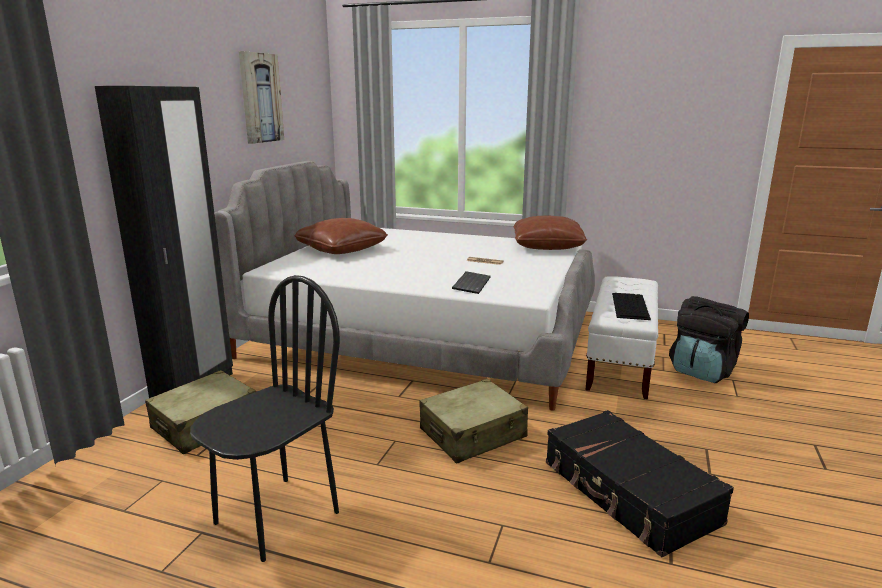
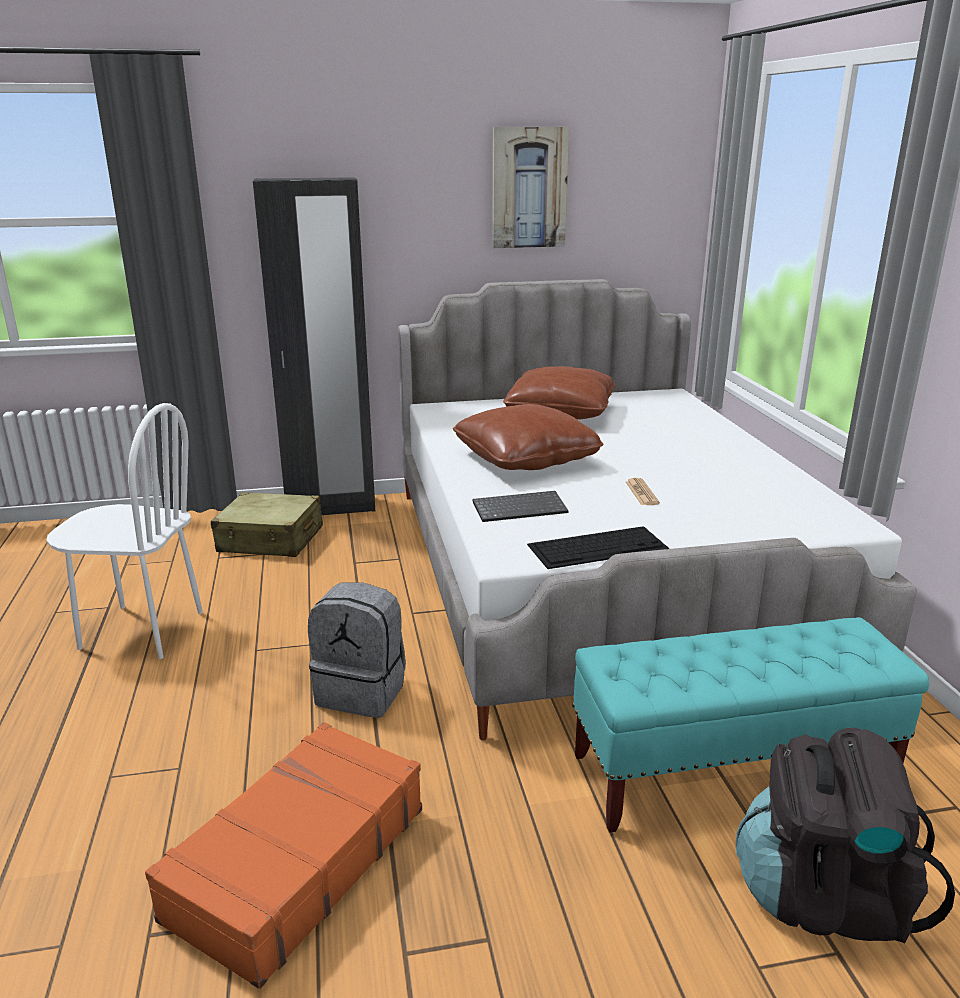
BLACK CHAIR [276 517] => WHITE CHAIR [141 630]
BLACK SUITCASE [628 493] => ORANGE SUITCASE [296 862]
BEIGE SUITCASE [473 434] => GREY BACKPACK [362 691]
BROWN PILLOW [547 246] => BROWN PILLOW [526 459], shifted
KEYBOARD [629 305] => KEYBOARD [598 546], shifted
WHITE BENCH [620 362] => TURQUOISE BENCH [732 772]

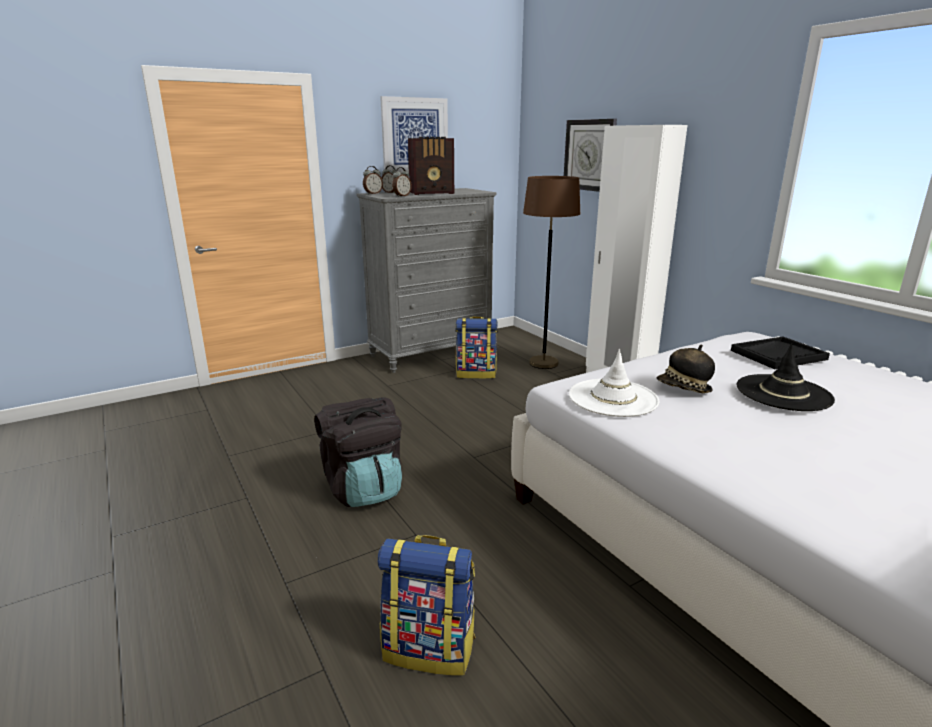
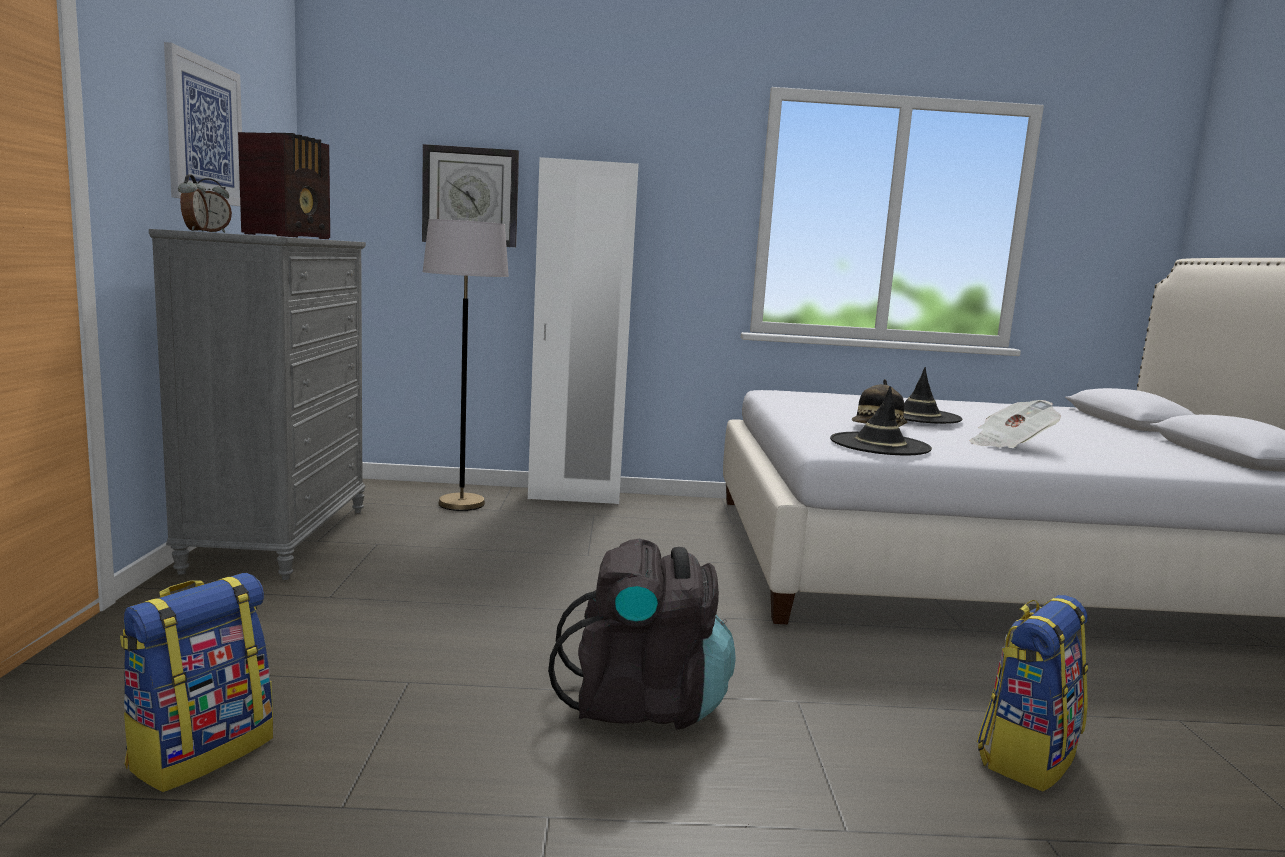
BACKPACK [476 374] => BACKPACK [201 752], shifted
BROWN FLOOR LAMP [543 363] => GREY FLOOR LAMP [461 504]
WHITE HAT [613 398] => BLACK HAT [879 445]
nothing => NEWSPAPER [1009 445]
ALARM CLOCK [402 196] => nothing
BLACK TRAY [778 355] => nothing

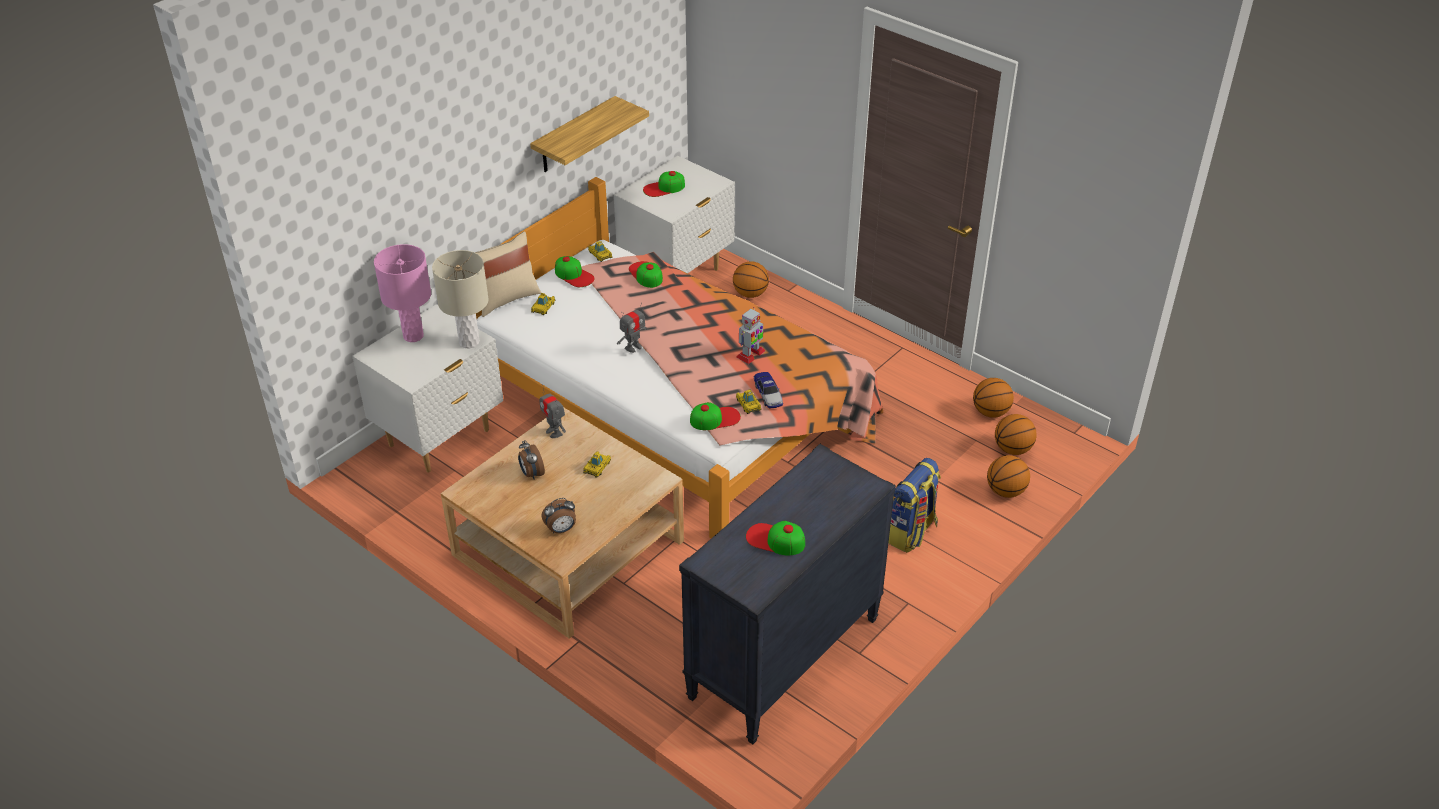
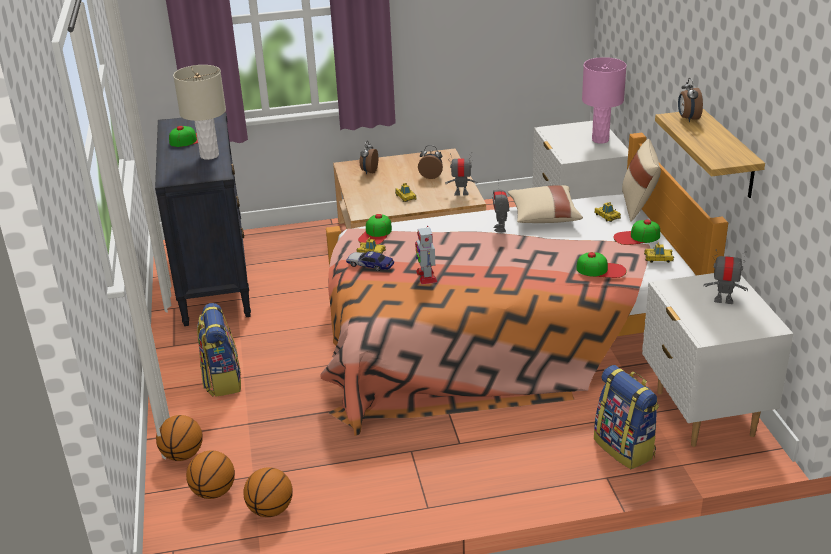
BEIGE TABLE LAMP [469 342] => BEIGE TABLE LAMP [209 155], shifted
nothing => BEIGE PILLOW [543 216]
BASKETBALL [750 294] => BACKPACK [625 448]
nothing => ALARM CLOCK [687 118]
CAP [664 188] => TOY ROBOT [723 300]

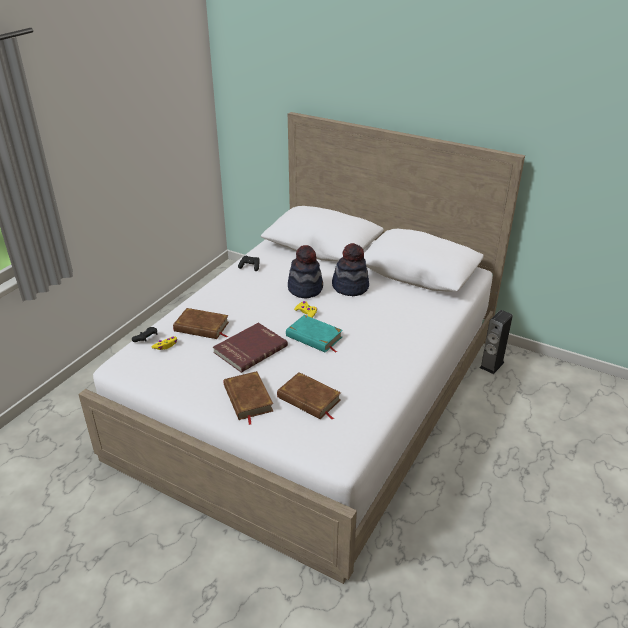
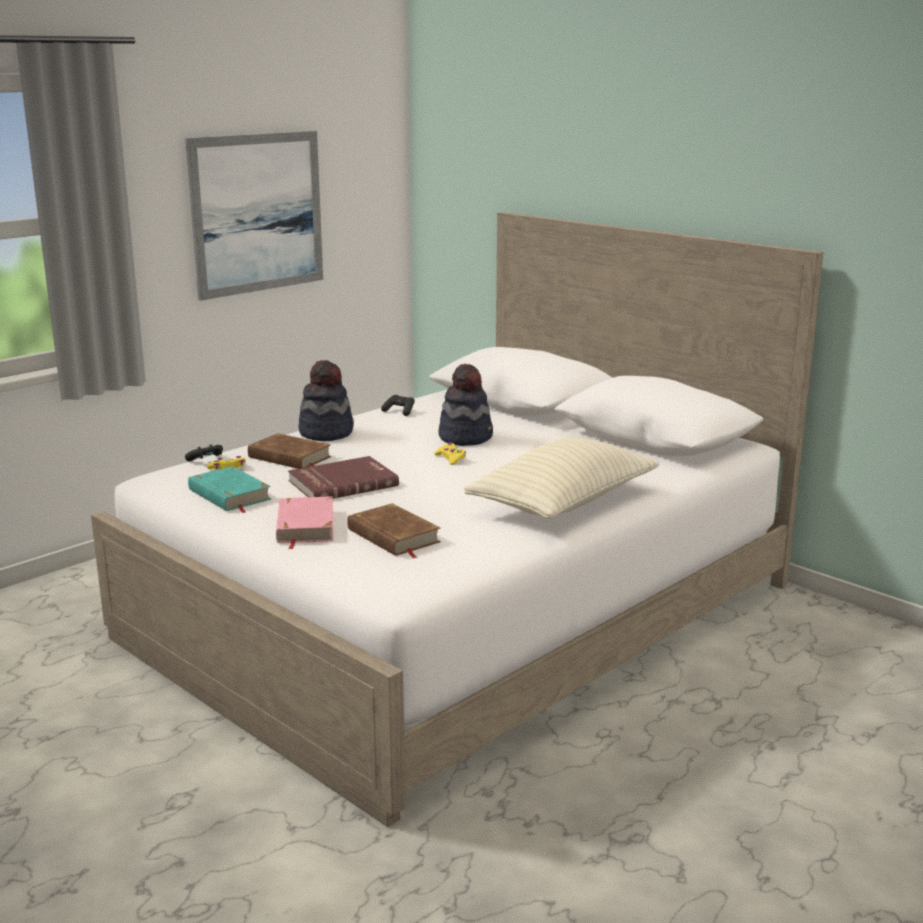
nothing => PICTURE [257 213]
TURQUOISE BOOK [314 337] => TURQUOISE BOOK [229 495], shifted
BROWN BOOK [247 399] => PINK BOOK [305 526]
HAT [350 287] => HAT [326 433], shifted
nothing => BEIGE PILLOW [563 503]
SPEAKER [491 365] => nothing

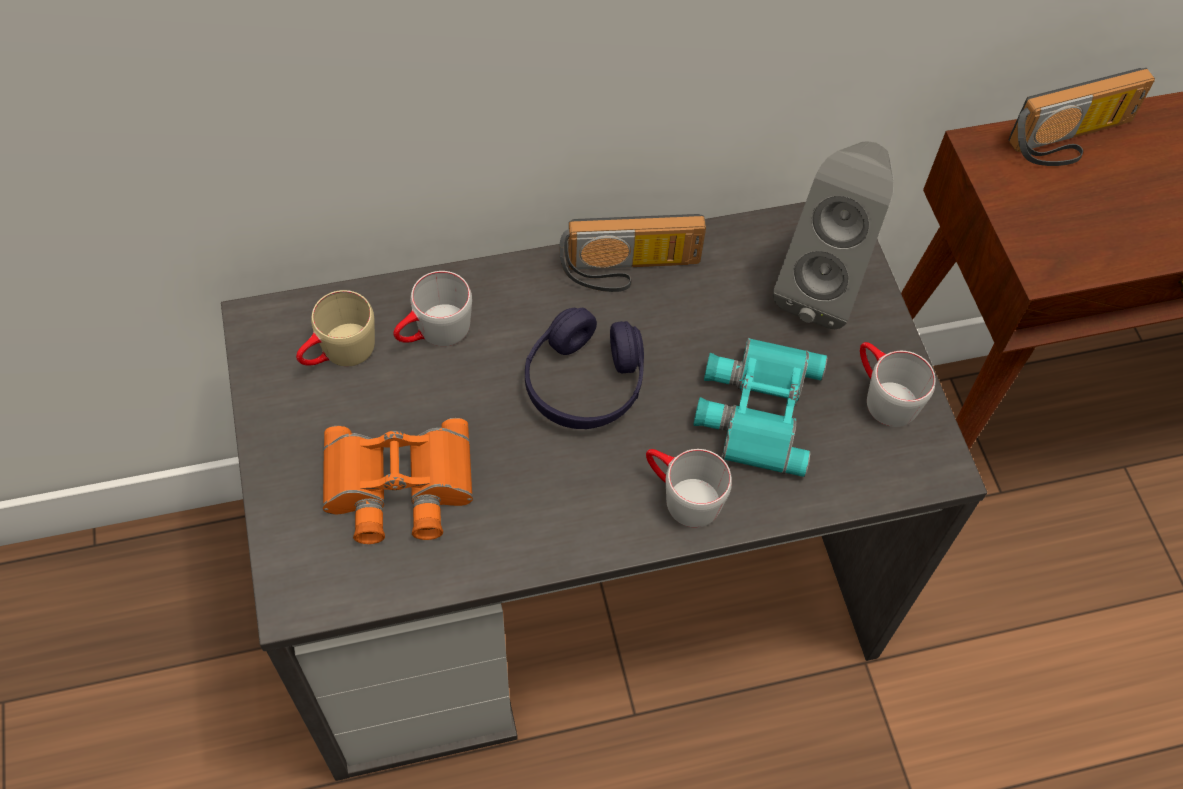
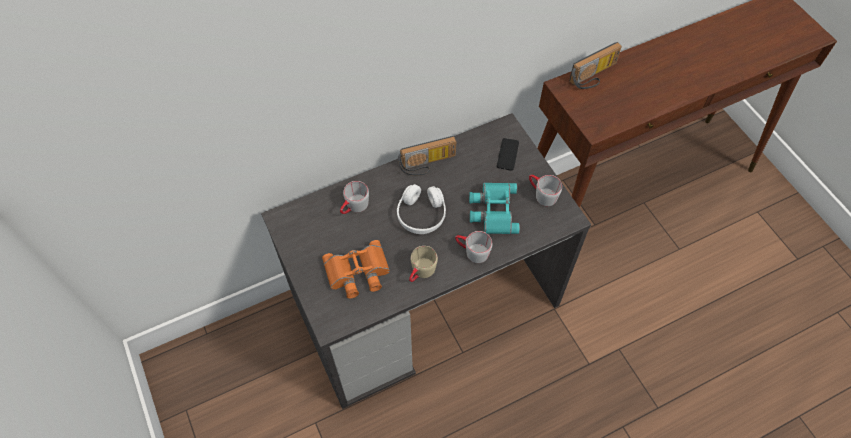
PURPLE HEADPHONES [584 383] => WHITE HEADPHONES [421 215]
BEIGE MUG [338 353] => BEIGE MUG [421 272], shifted
GREY SPEAKER [823 285] => PHONE [507 154]

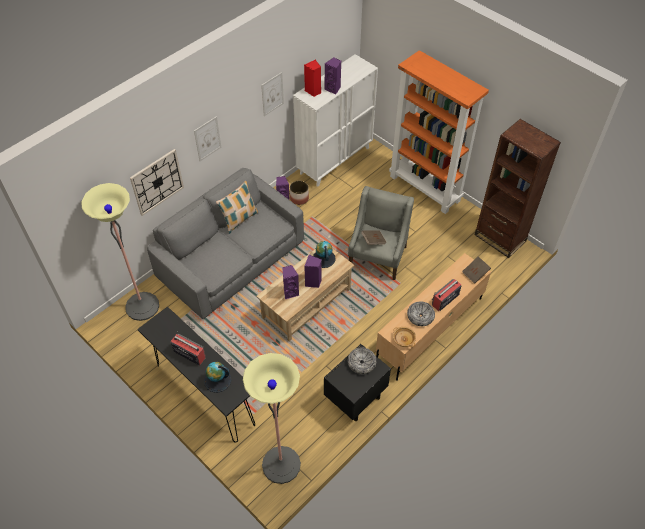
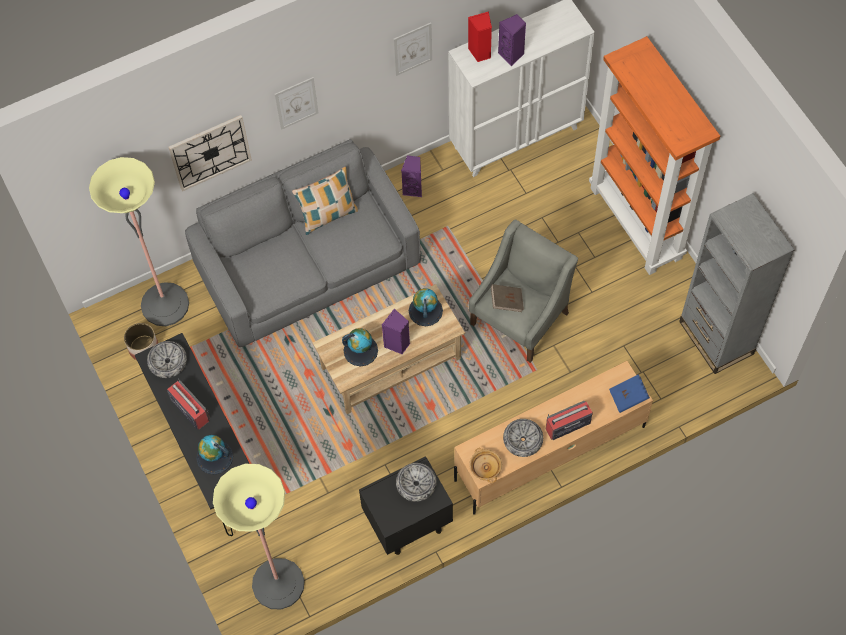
PLANTER [299 198] => PLANTER [144 348], shifted
nothing => BOWL [168 362]
PURPLE SPEAKER [290 292] => GLOBE [360 350]
BROWN BOOK [475 273] => BLUE BOOK [628 397]
BROWN BOOKCASE [500 238] => GREY BOOKCASE [716 338]

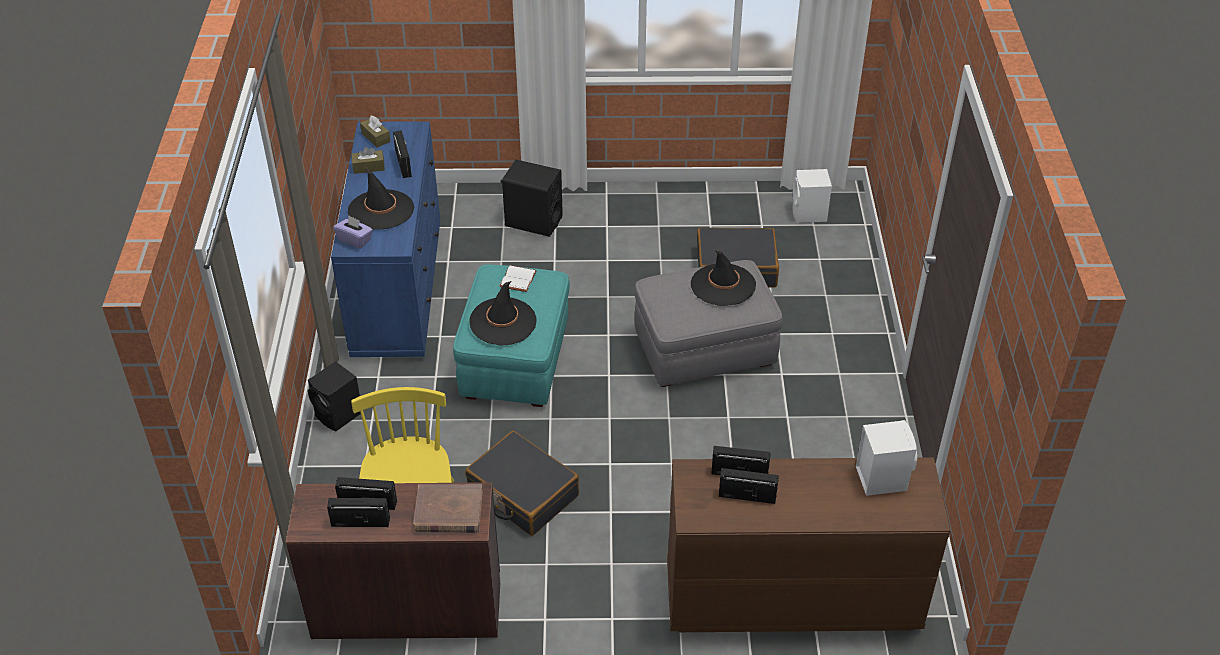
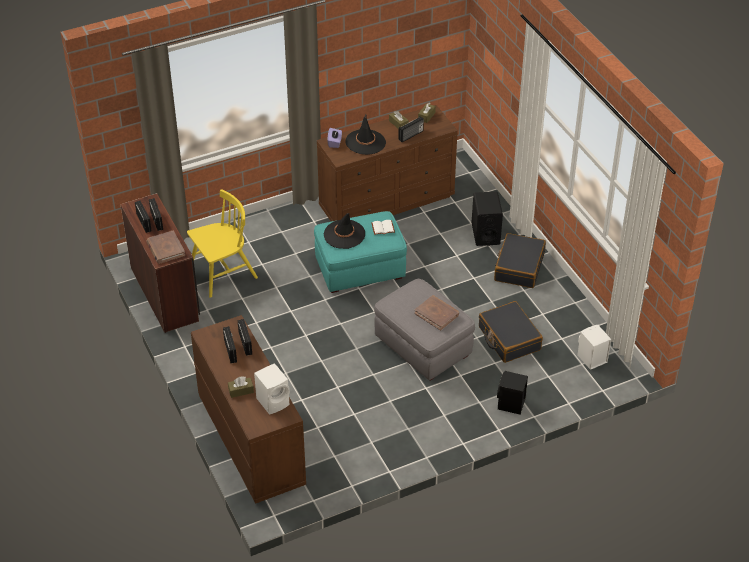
nothing => BROWN TISSUE BOX [241 391]
BLUE DRESSER [398 288] => BROWN DRESSER [387 201]
BLACK HAT [723 285] => BROWN BOOK [437 314]
BLACK SUITCASE [522 493] => BLACK SUITCASE [519 267], shifted
BLACK SPEAKER [339 415] => BLACK SPEAKER [510 405], shifted

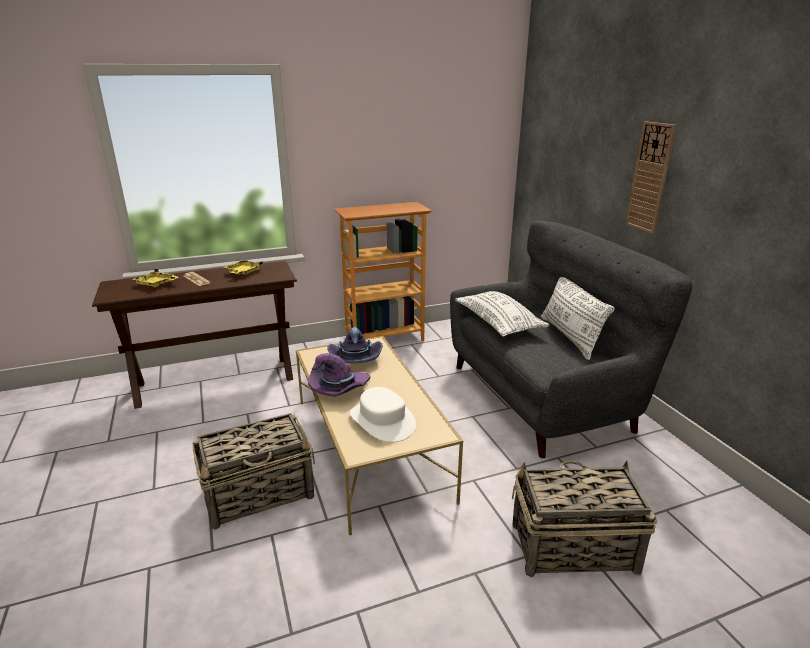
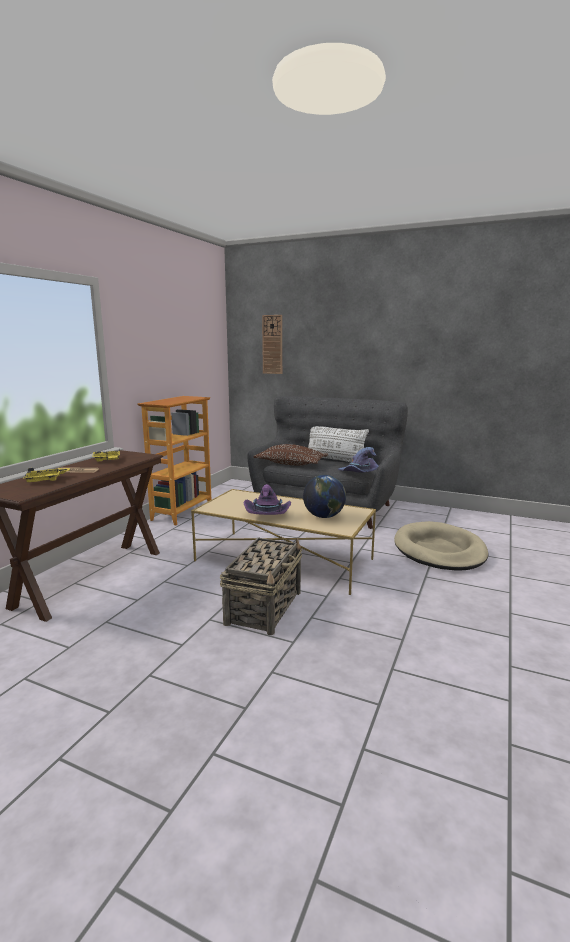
WHITE PILLOW [498 323] => BROWN PILLOW [290 464]
WALL CLOCK [650 177] => WALL CLOCK [272 344], shifted
WHITE HAT [382 421] => GLOBE [324 516]
PURPLE HAT [355 359] => PURPLE HAT [358 473], shifted
BASKET [572 547] => BEIGE DOG BED [439 550]

